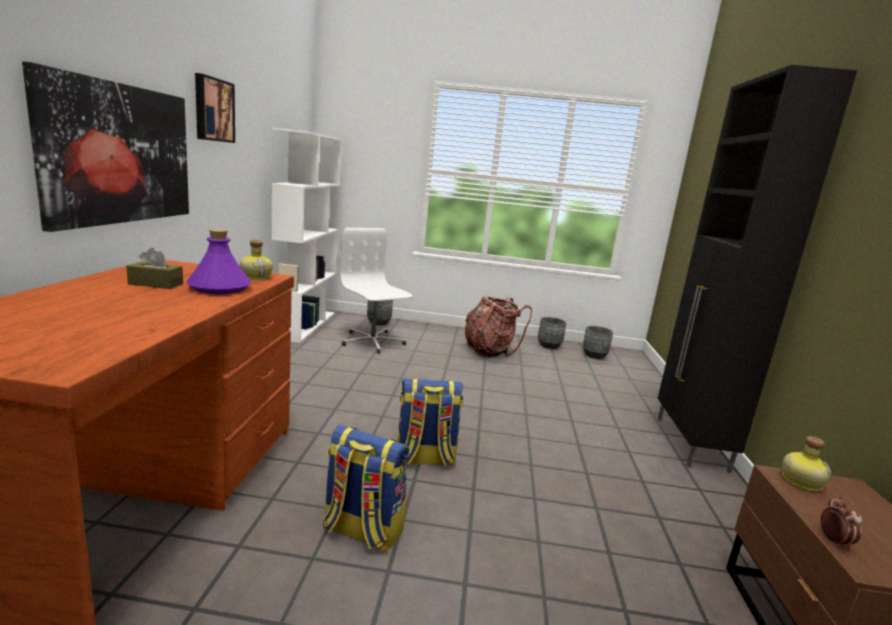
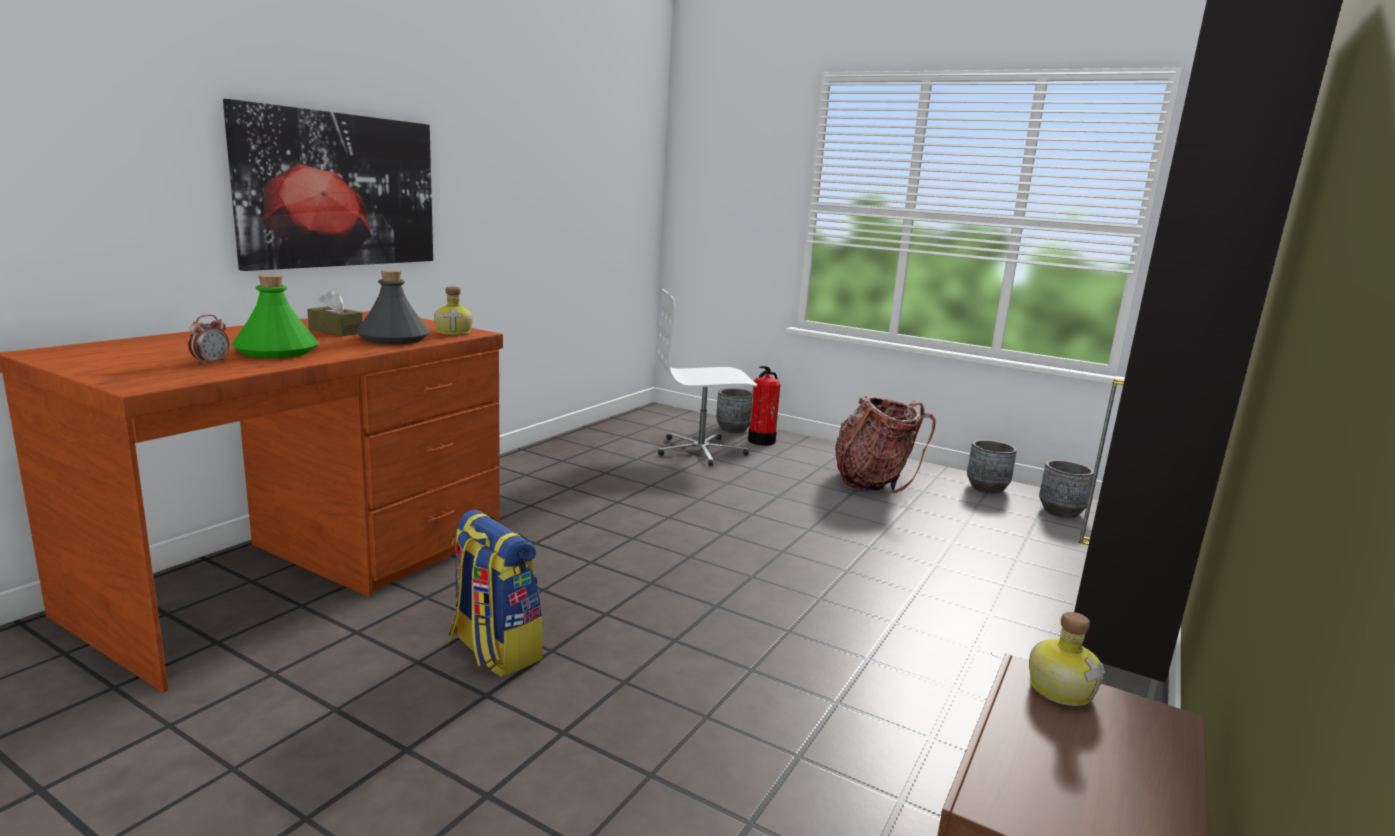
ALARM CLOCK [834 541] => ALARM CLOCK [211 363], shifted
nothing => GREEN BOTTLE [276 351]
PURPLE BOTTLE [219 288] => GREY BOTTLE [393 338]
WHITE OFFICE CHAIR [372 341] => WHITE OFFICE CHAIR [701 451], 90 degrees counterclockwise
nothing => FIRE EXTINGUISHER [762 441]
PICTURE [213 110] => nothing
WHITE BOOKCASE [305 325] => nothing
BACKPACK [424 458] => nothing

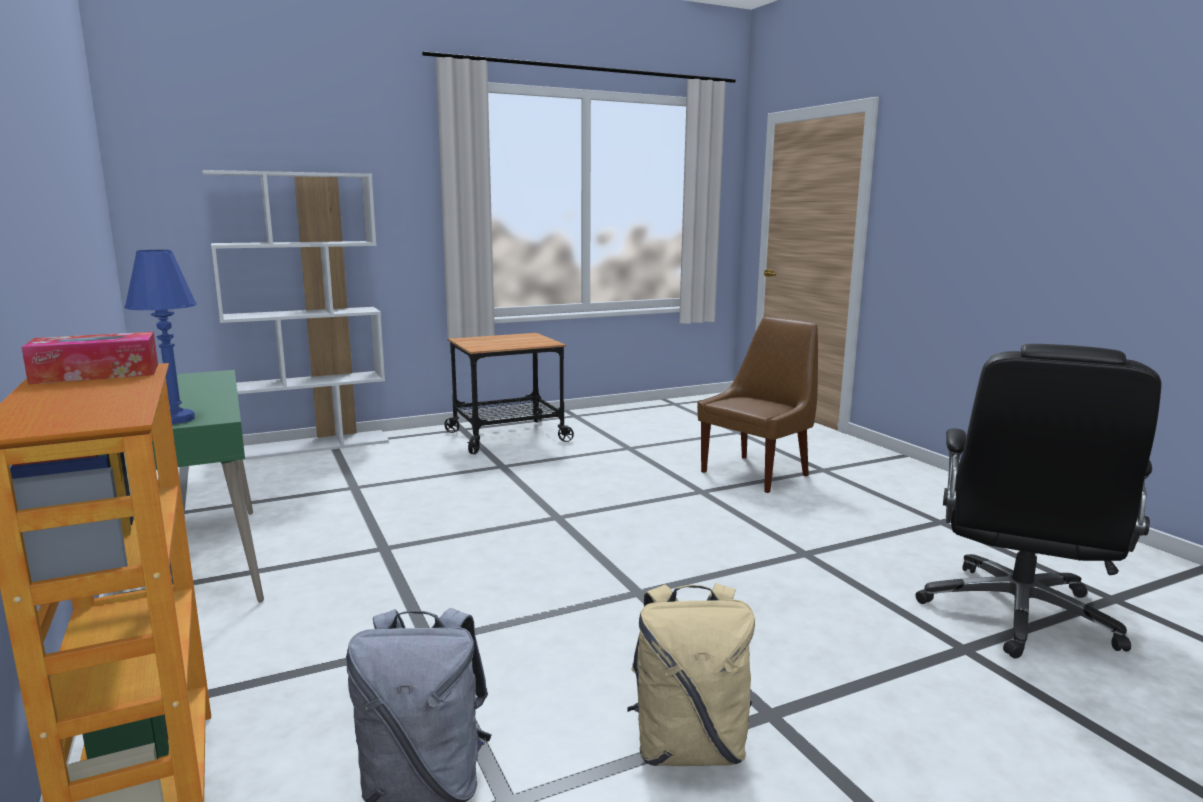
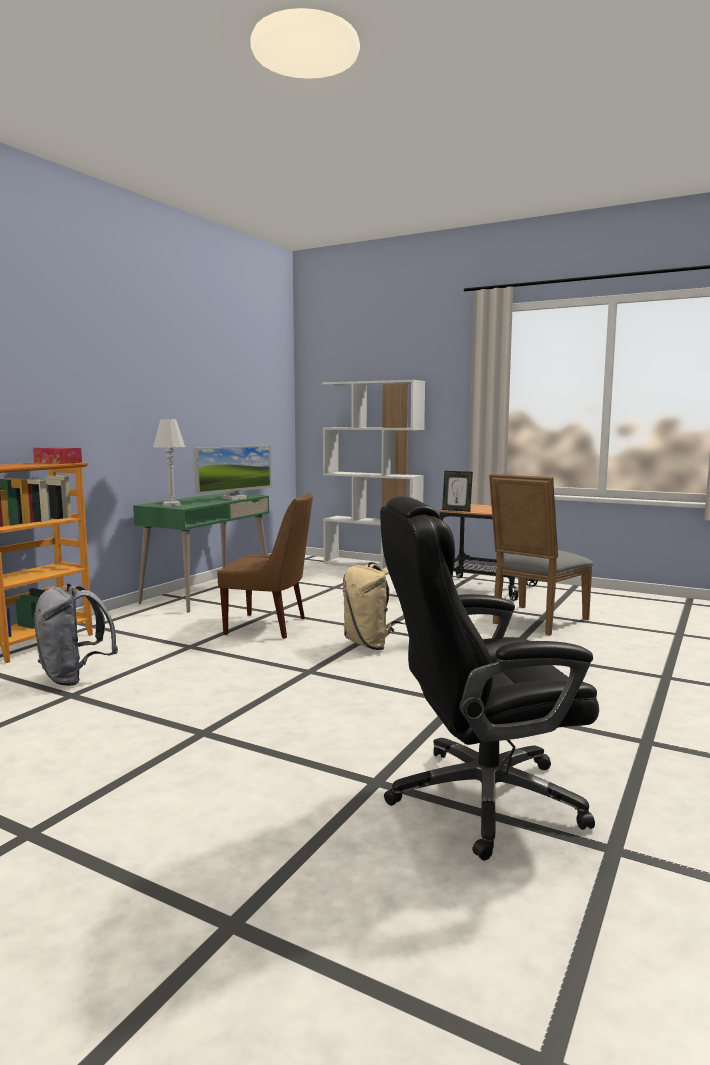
BLUE TABLE LAMP [176 419] => WHITE TABLE LAMP [171 505]
nothing => MONITOR [234 498]
BROWN CHAIR [757 473] => BROWN CHAIR [269 626], shifted
BEIGE BACKPACK [689 747] => BEIGE BACKPACK [372 645], shifted
nothing => PICTURE FRAME [456 510]
nothing => GREY CHAIR [535 621]

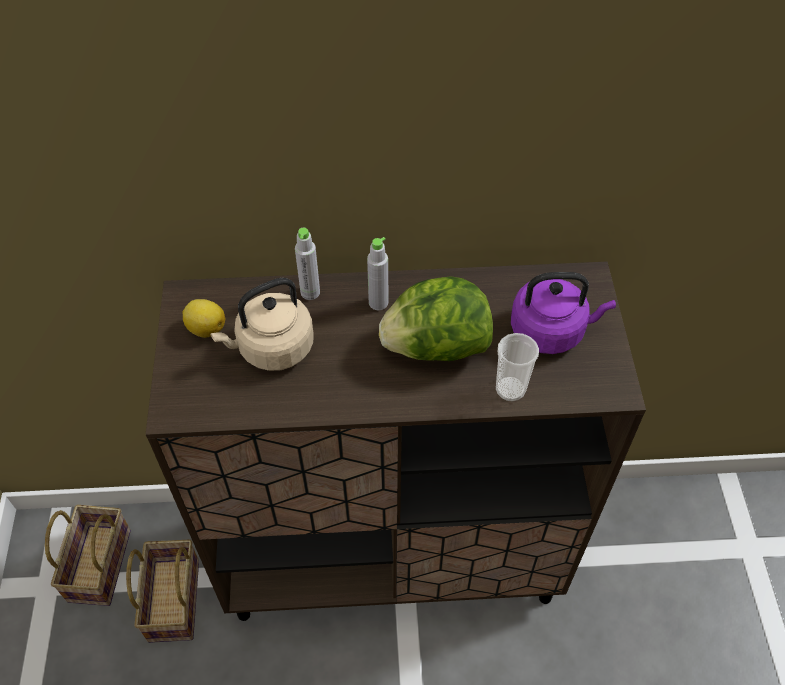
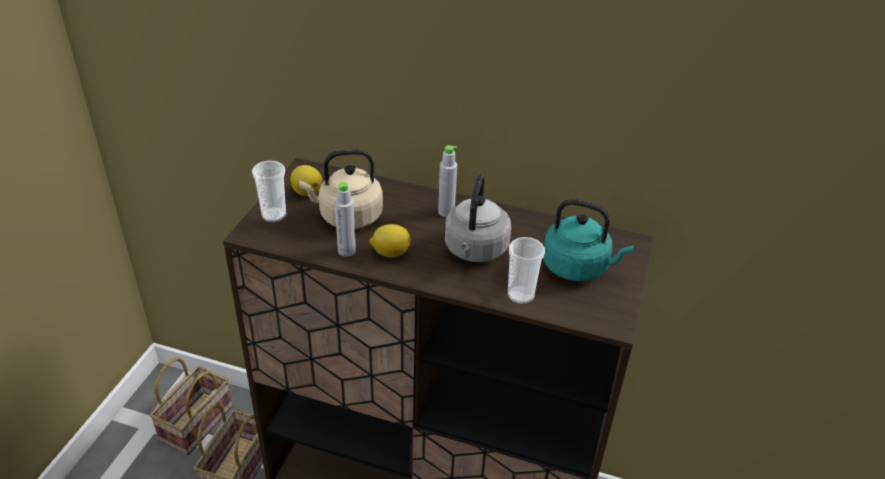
nothing => CUP [274 215]
GREY BOTTLE [310 292] => GREY BOTTLE [346 251], shifted
nothing => LEMON [390 253]
LETTUCE [436 346] => GREY KETTLE [475 251]
PURPLE KETTLE [551 331] => TURQUOISE KETTLE [578 268]

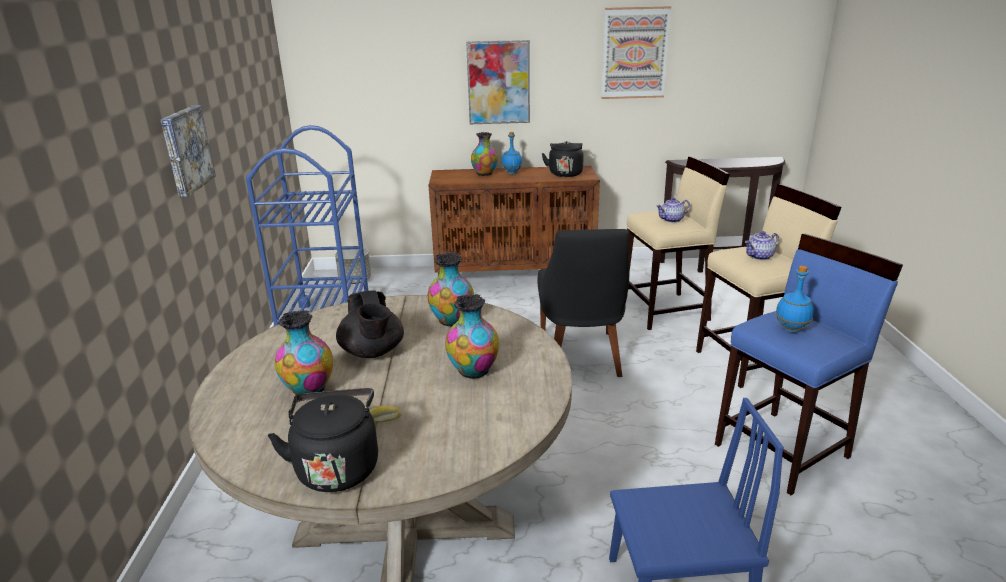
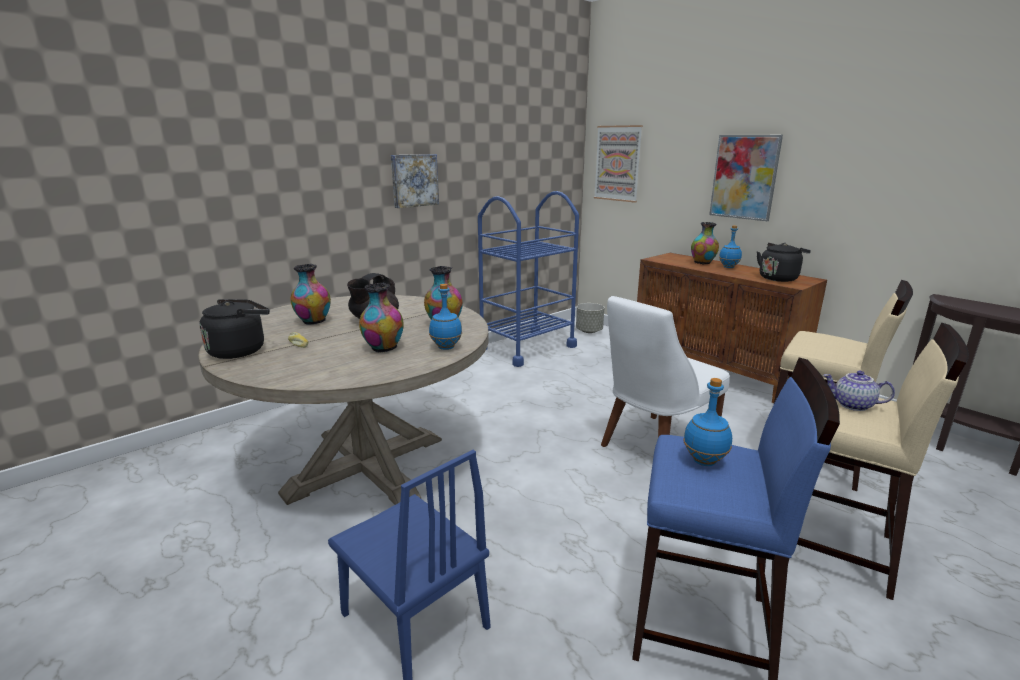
nothing => BLUE BOTTLE [445 347]
PICTURE [634 53] => PICTURE [617 163], shifted
BLACK CHAIR [580 357] => WHITE CHAIR [654 446]
TEAPOT [672 220] => nothing

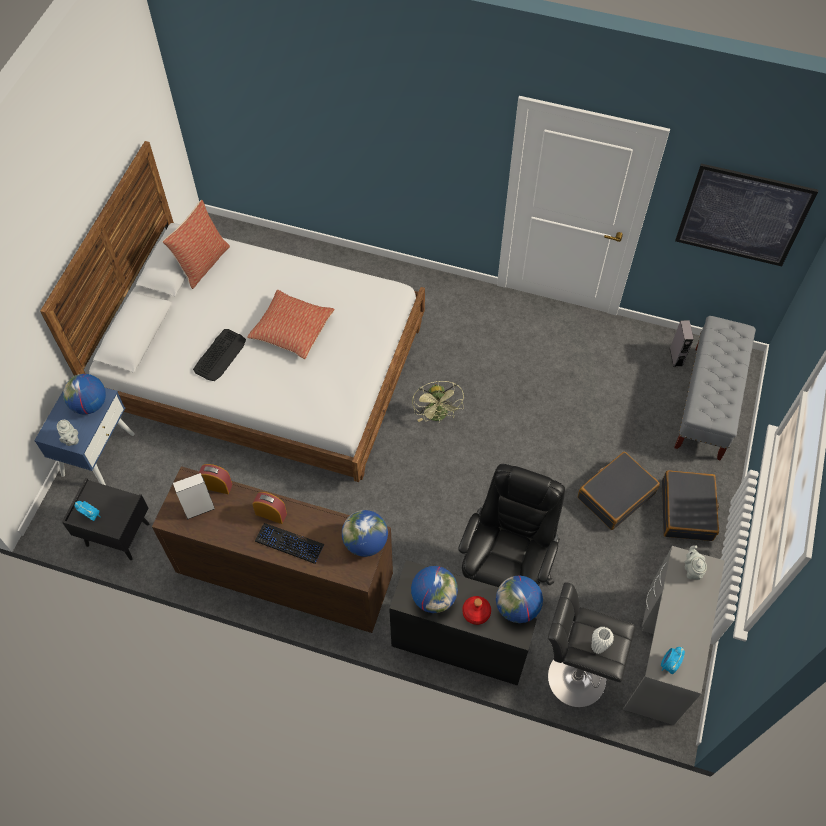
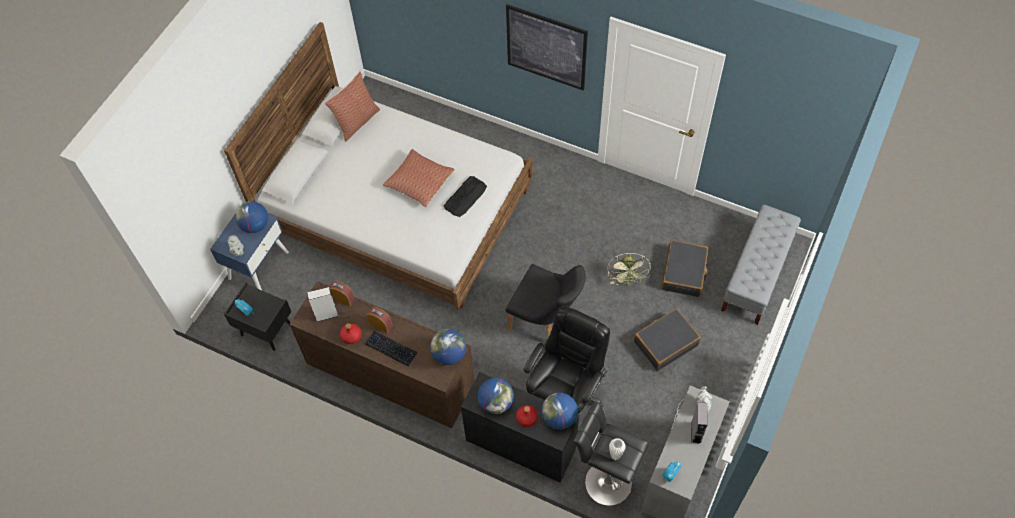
nothing => RED BOTTLE [351 336]
KEYBOARD [220 355] => KEYBOARD [465 196], shifted
PICTURE [743 215] => PICTURE [546 47], shifted
nothing => BLACK CHAIR [546 320]
GREEN FAN [438 416] => GREEN FAN [627 281], shifted
BLACK SUITCASE [687 510] => BLACK SUITCASE [684 273], shifted
GREY SPEAKER [676 357] => GREY SPEAKER [696 432], shifted

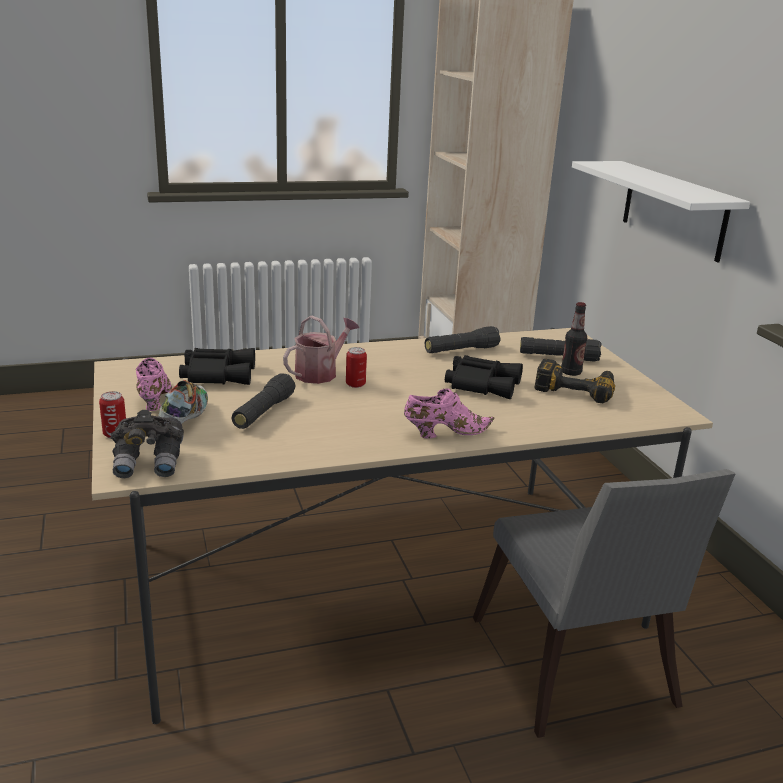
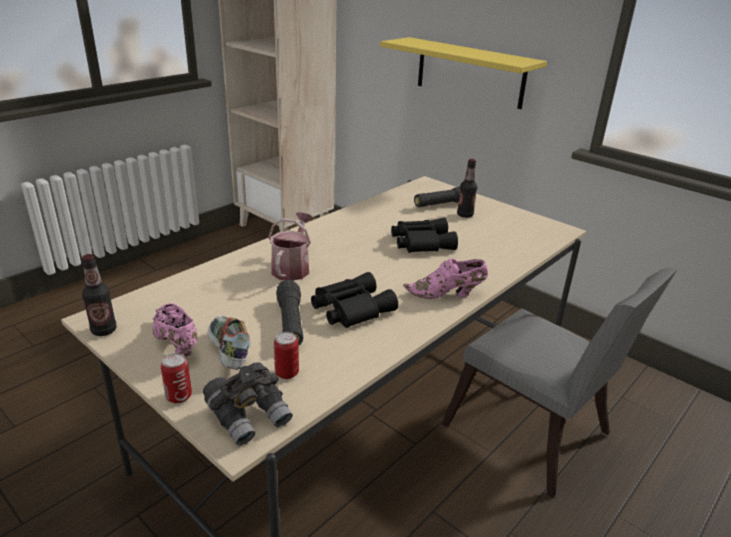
nothing => BOTTLE [104 330]
CAN [355 384] => CAN [287 373], shifted
BLACK BINOCULARS [217 374] => BLACK BINOCULARS [350 308], shifted
WHITE SHELF [673 210] => YELLOW SHELF [470 72]
PINK SHOE [444 433] => PINK SHOE [447 294], 135 degrees counterclockwise
BLACK FLASHLIGHT [461 350] => nothing
POWER DRILL [576 388] => nothing

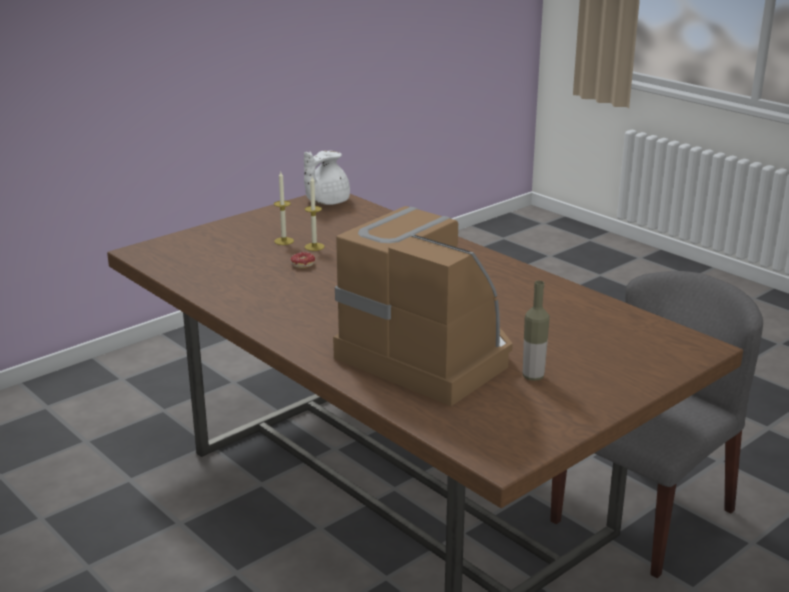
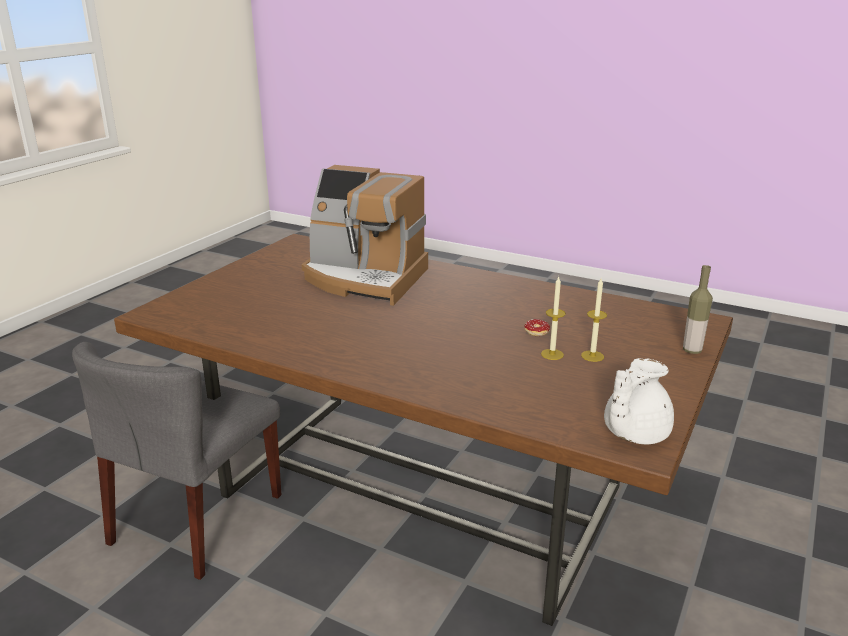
WHITE TEAPOT [325 202] => WHITE TEAPOT [633 433], 150 degrees counterclockwise
BOTTLE [533 376] => BOTTLE [692 350], shifted

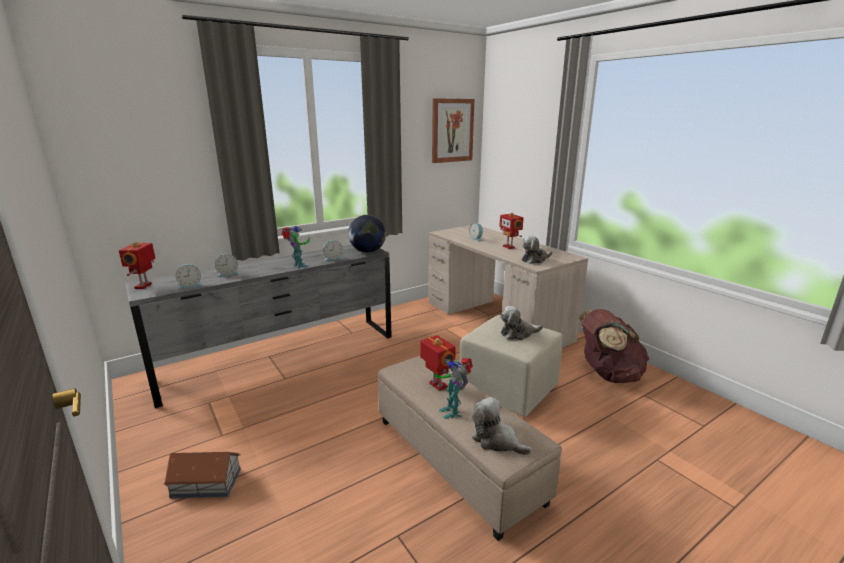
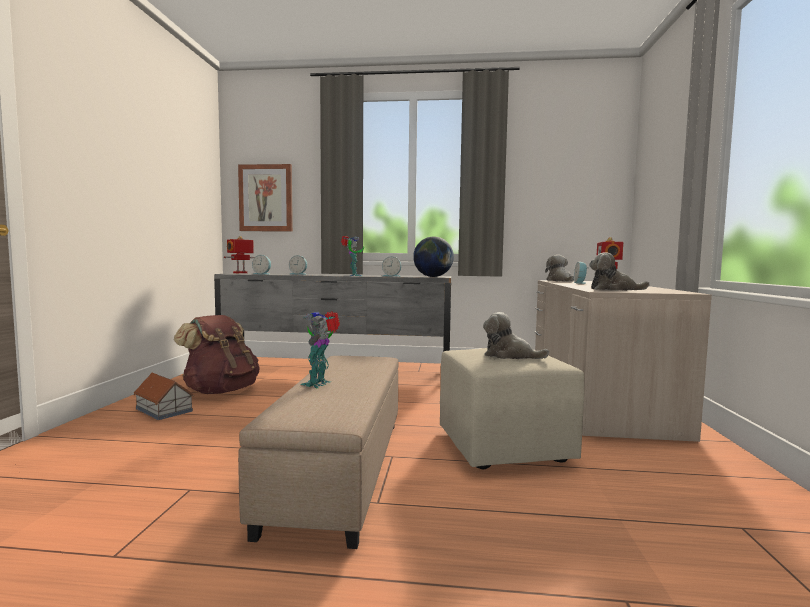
BROWN BACKPACK [607 375] => BROWN BACKPACK [221 391], shifted
PICTURE [452 130] => PICTURE [266 198], shifted
PLUSH TOY [496 440] => PLUSH TOY [560 281], shifted
TOY ROBOT [437 385] => nothing

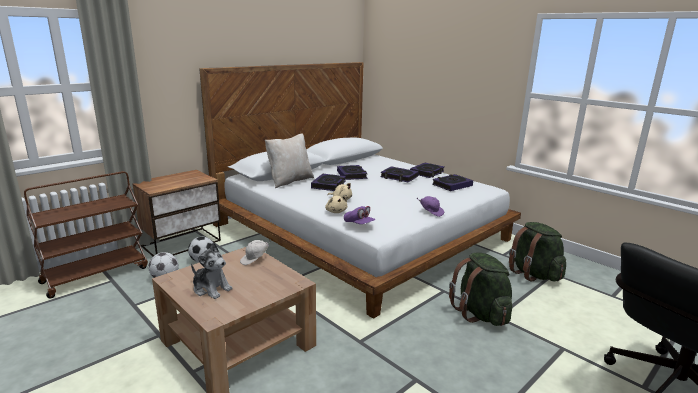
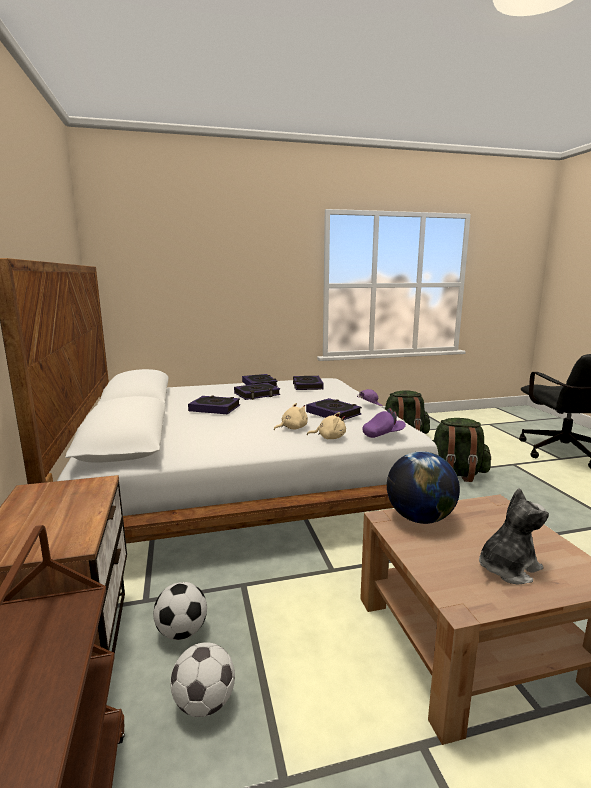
BOOK [328 185] => BOOK [333 413], shifted
WHITE CAP [255 260] => GLOBE [420 518]
BEIGE PILLOW [289 181] => nothing

